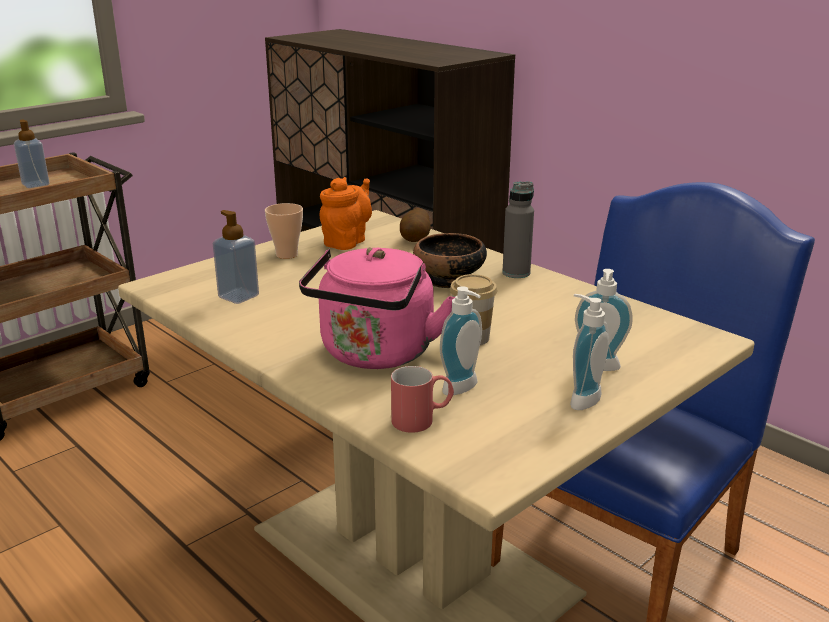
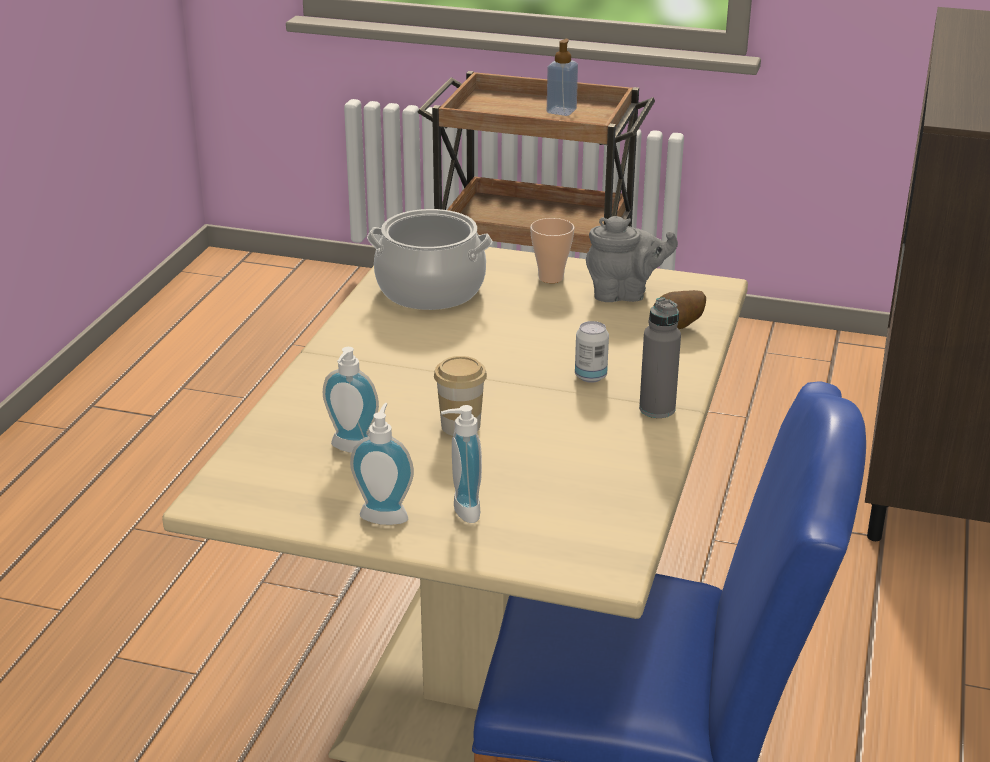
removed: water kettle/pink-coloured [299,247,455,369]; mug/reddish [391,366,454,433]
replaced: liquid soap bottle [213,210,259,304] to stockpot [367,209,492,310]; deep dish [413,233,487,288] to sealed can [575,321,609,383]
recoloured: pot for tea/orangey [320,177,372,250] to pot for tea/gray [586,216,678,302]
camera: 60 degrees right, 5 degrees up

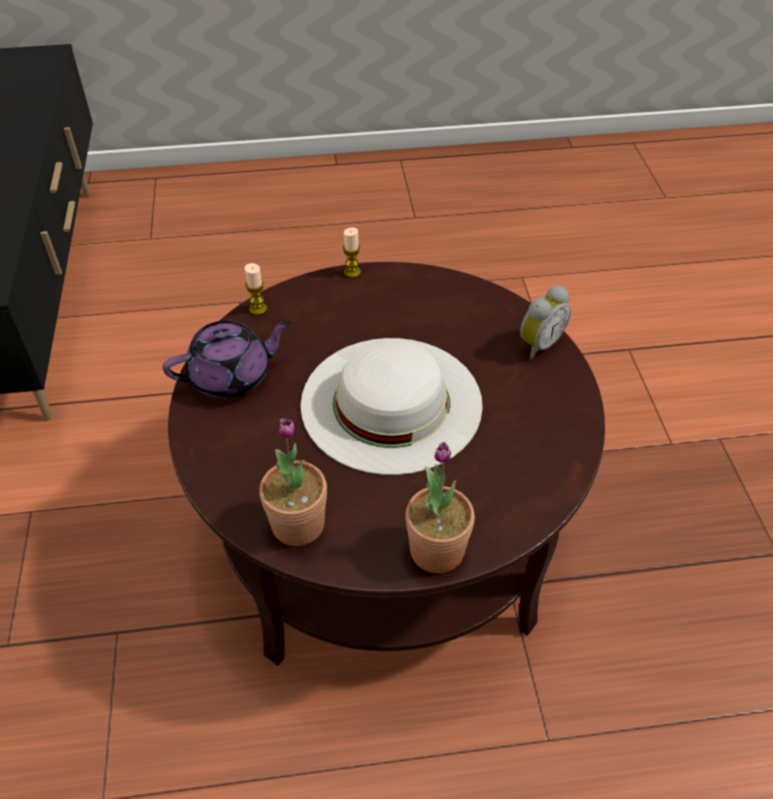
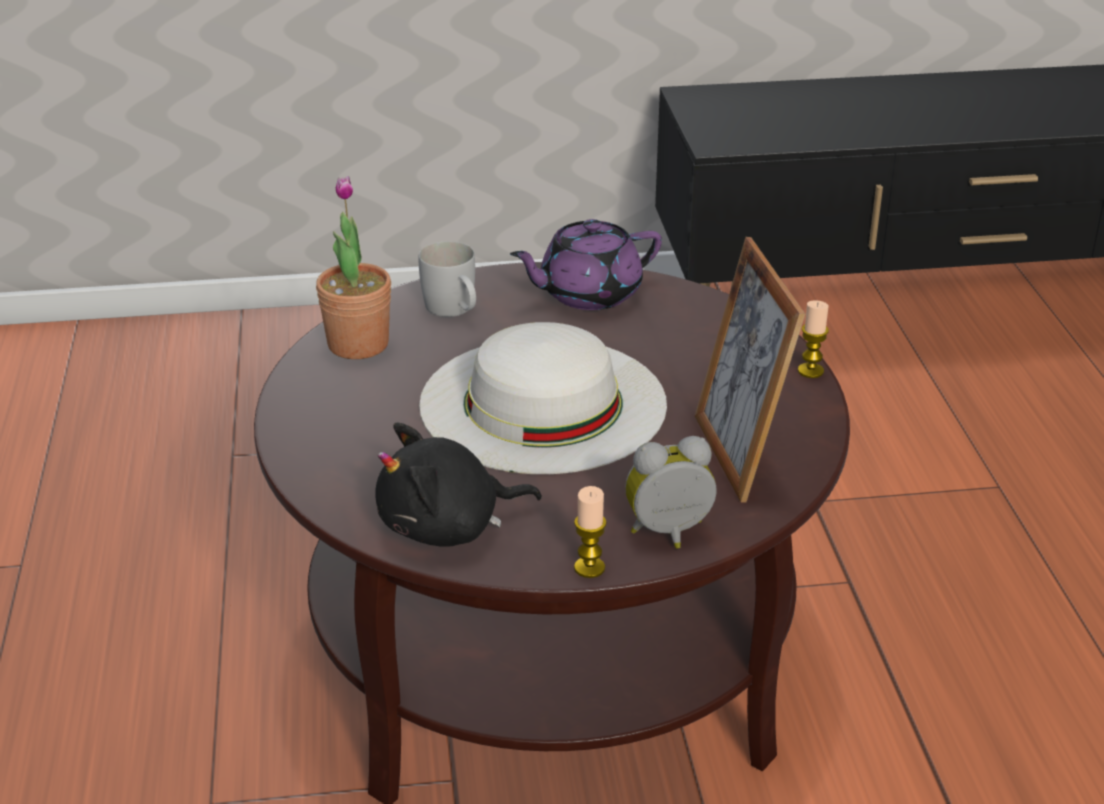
removed: potted plant [405,442,475,573]
added: cuddly toy/black-coloured [375,423,542,547]; mug/white-coloured [419,241,476,317]; picture frame [695,237,805,503]
moved: wax candle [245,263,267,315] to [574,486,607,578]
turned: pot for tea/purplish [162,320,291,398] = [510,219,662,310] 90 degrees clockwise; table clock [520,286,571,359] = [625,436,717,549] 120 degrees clockwise
camera: 90 degrees right, 15 degrees down

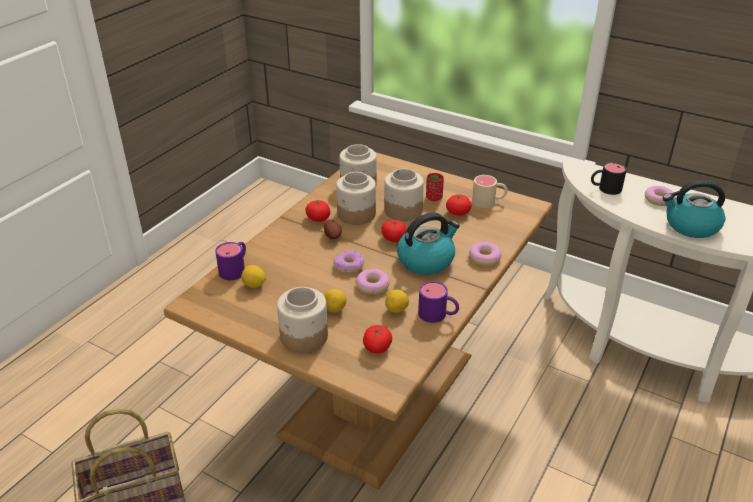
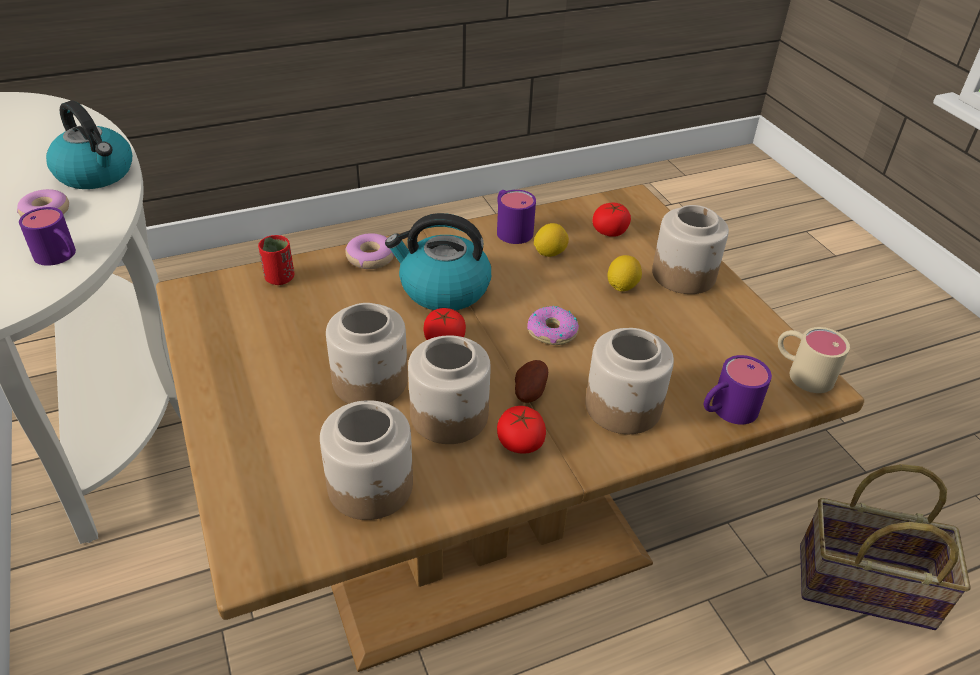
removed: citrus fruit [241,265,266,288]; donut [355,269,390,295]; whole tomato [446,194,471,216]
added: preserve jar [585,328,674,434]
moved: cup/reddish [426,173,444,201] to [258,235,294,285]; mug/sand-coloured [472,175,508,208] to [778,327,850,393]
recoloured: mug/black-coloured [591,162,627,195] to mug/purplish [19,207,76,266]
camera: 145 degrees left, 5 degrees up

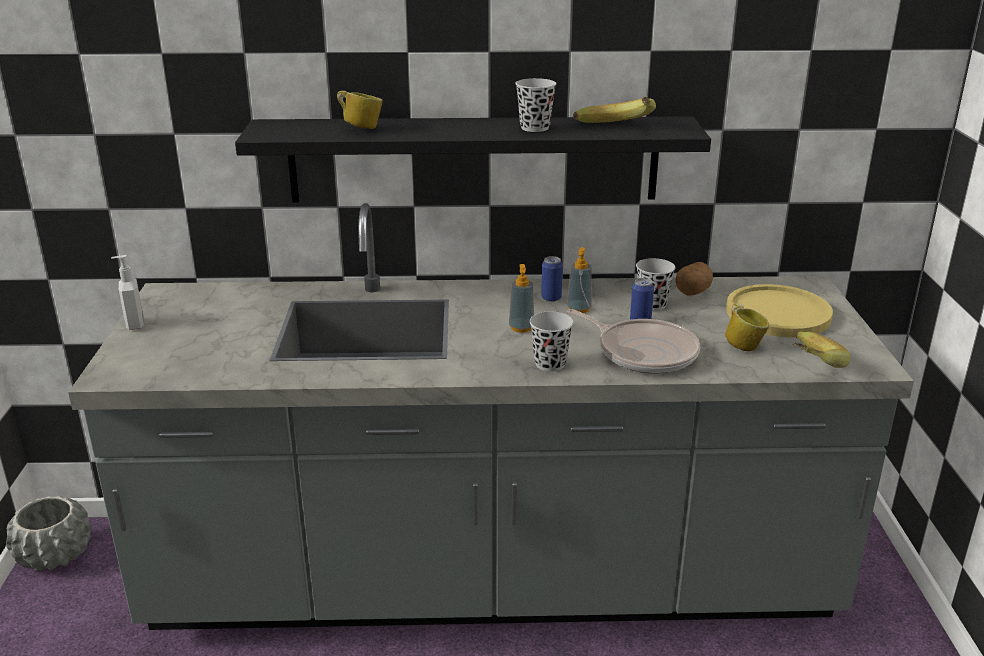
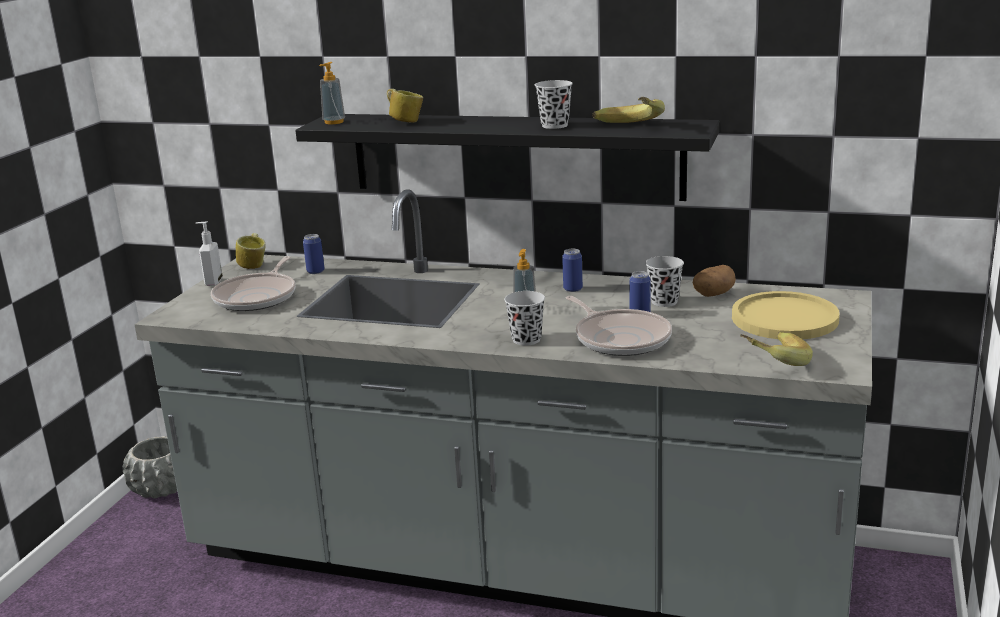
added: frying pan [211,256,296,311]; sealed can [303,234,325,274]
moved: liquid soap bottle [567,247,592,313] to [319,62,345,124]; mug [725,303,769,351] to [236,233,266,269]
camera: 20 degrees right, 5 degrees down

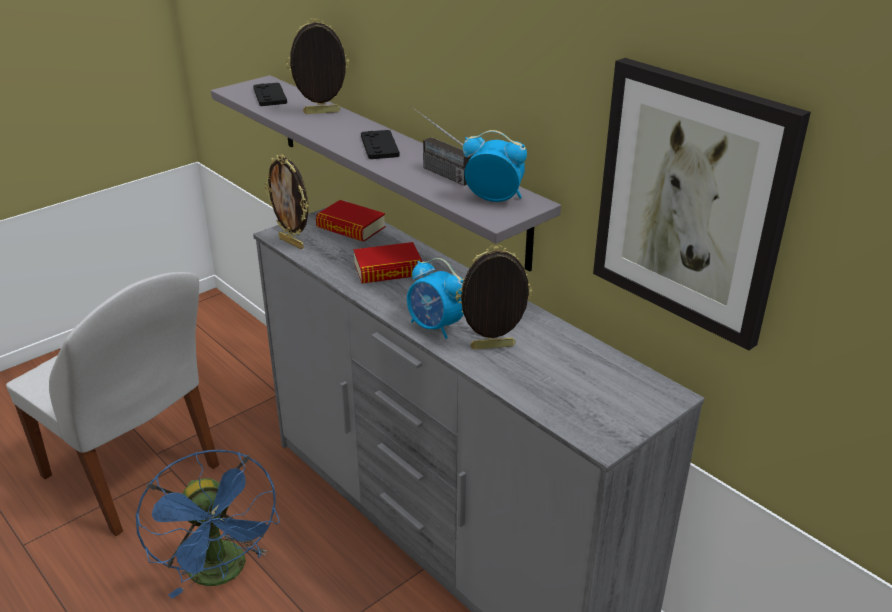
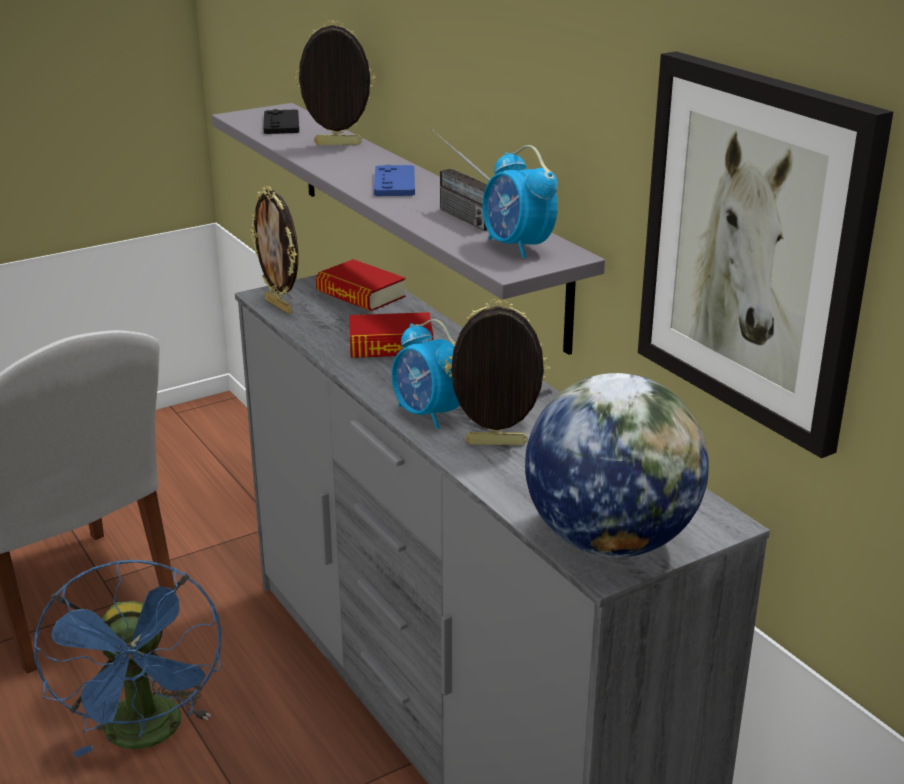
added: globe [525,373,709,557]
recoloured: game controller/black-coloured [361,130,400,159] to game controller/bluish [374,165,415,196]
turned: table clock [463,130,527,202] = [482,145,558,259] 150 degrees counterclockwise
camera: 10 degrees right, 5 degrees down

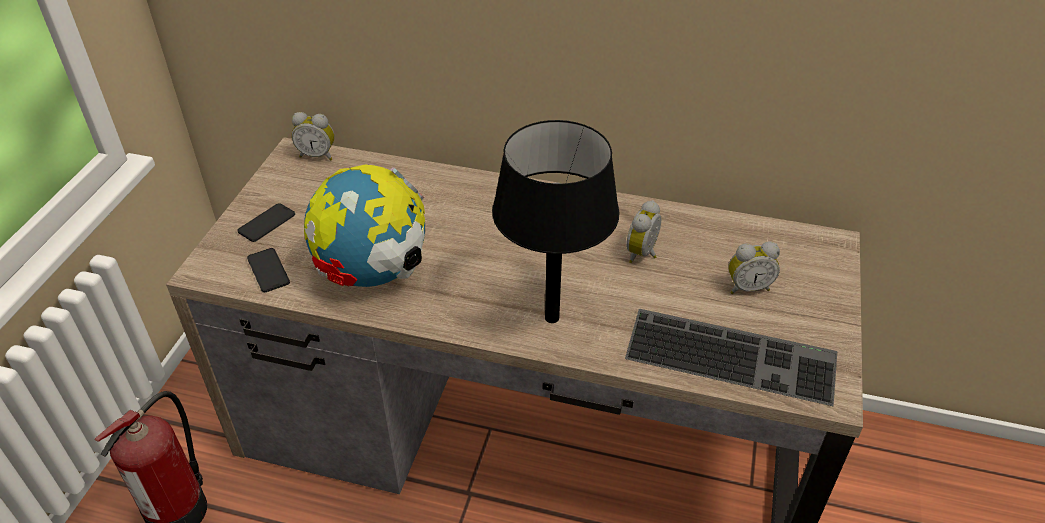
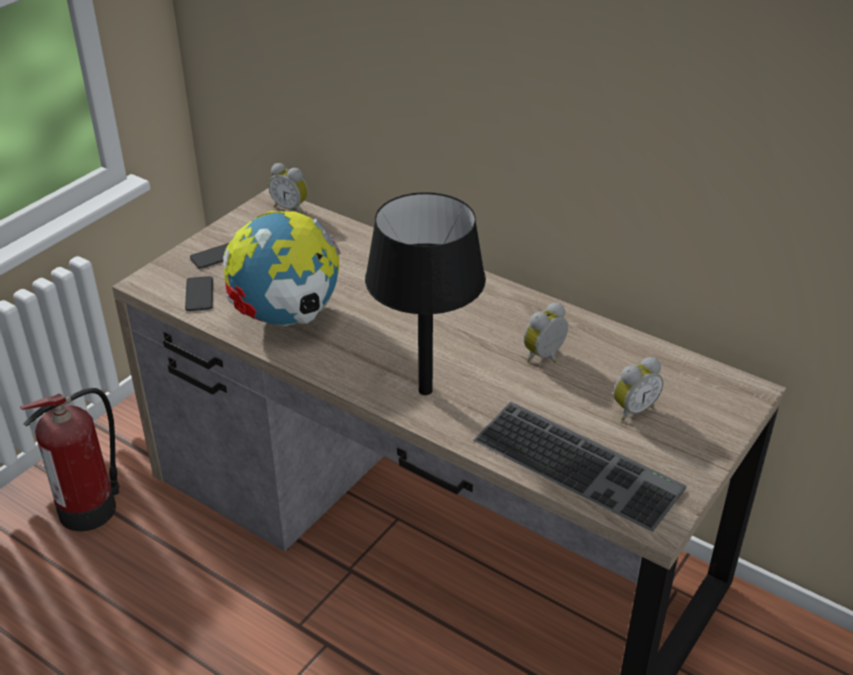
turned: table clock [728,242,780,294] = [613,357,663,421] 45 degrees counterclockwise
camera: 20 degrees right, 5 degrees down

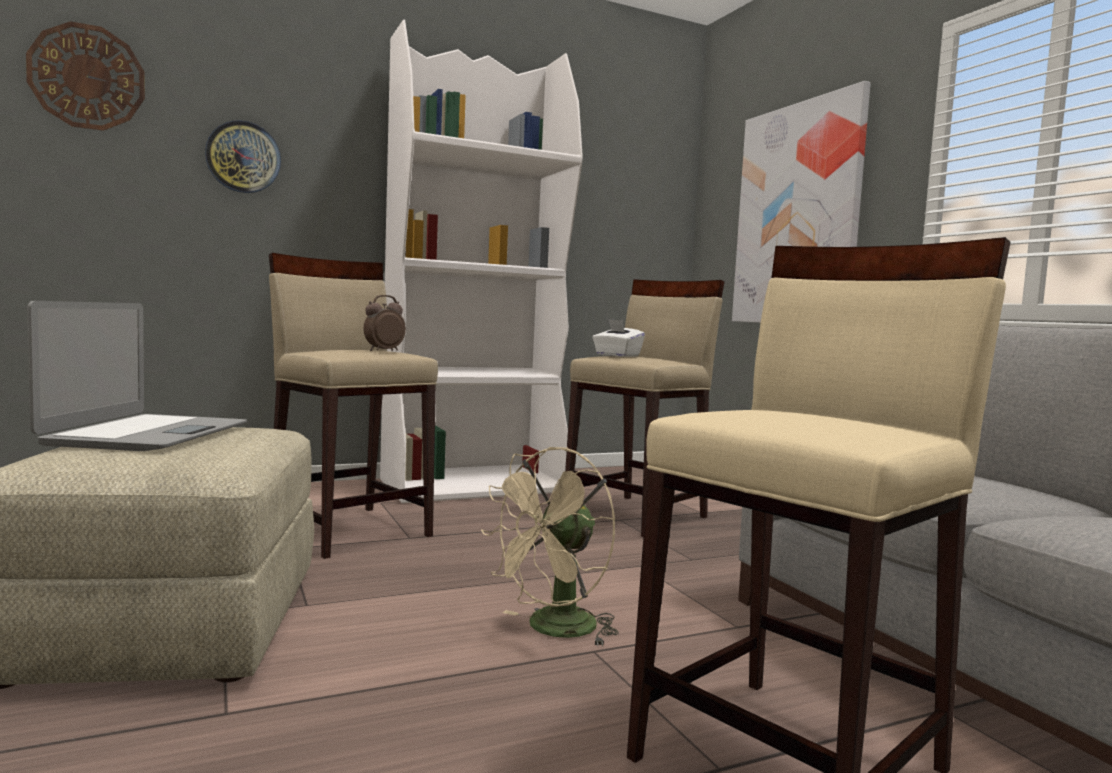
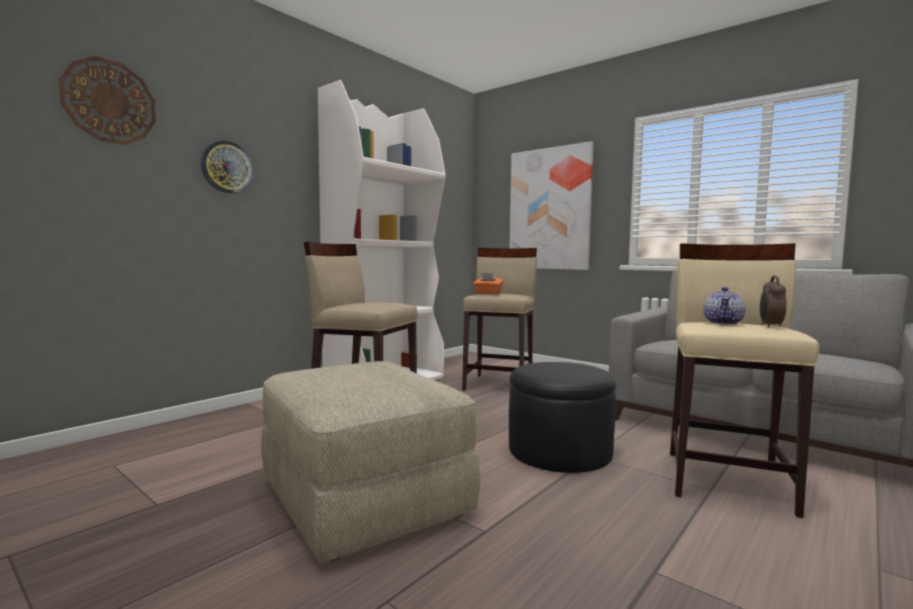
removed: portable computer [27,301,247,451]
added: pot for tea [703,287,746,325]
moved: table clock [363,295,406,351] to [760,276,787,328]
replaced: electric fan/sand-coloured [481,447,619,647] to ottoman/black-coloured [509,362,616,473]
recoloured: tissue box/white-coloured [592,319,645,357] to tissue box/orangey [473,273,503,295]
camera: 25 degrees left, 0 degrees up

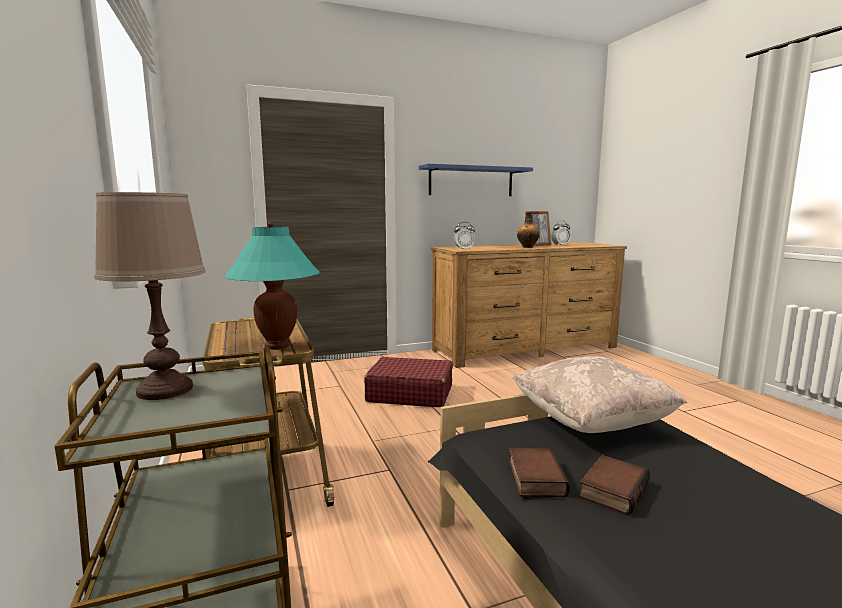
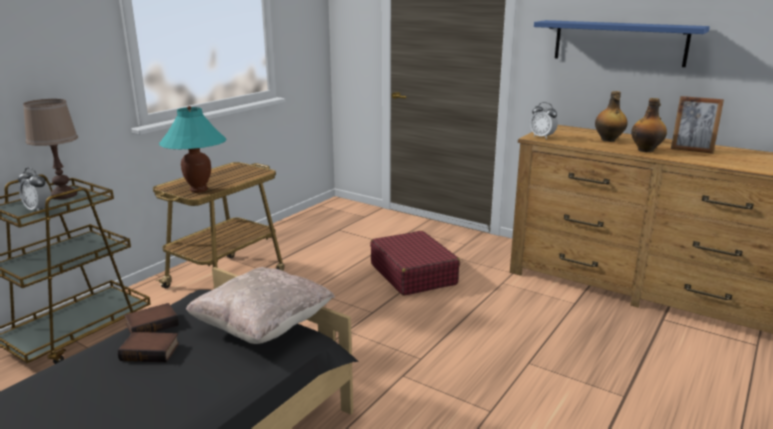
added: drink bottle [595,91,628,142]
moved: table clock [551,221,571,246] to [18,168,51,211]
camera: 55 degrees right, 10 degrees up

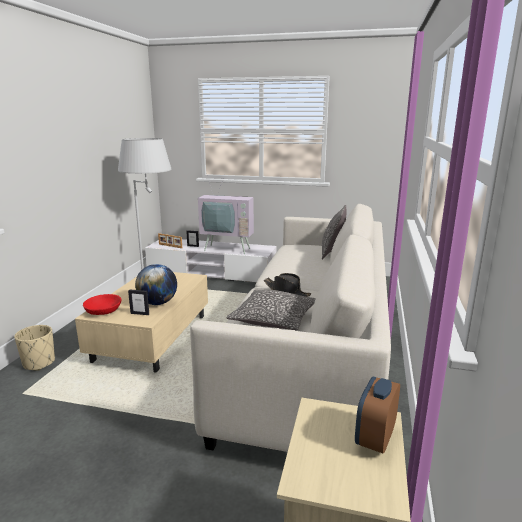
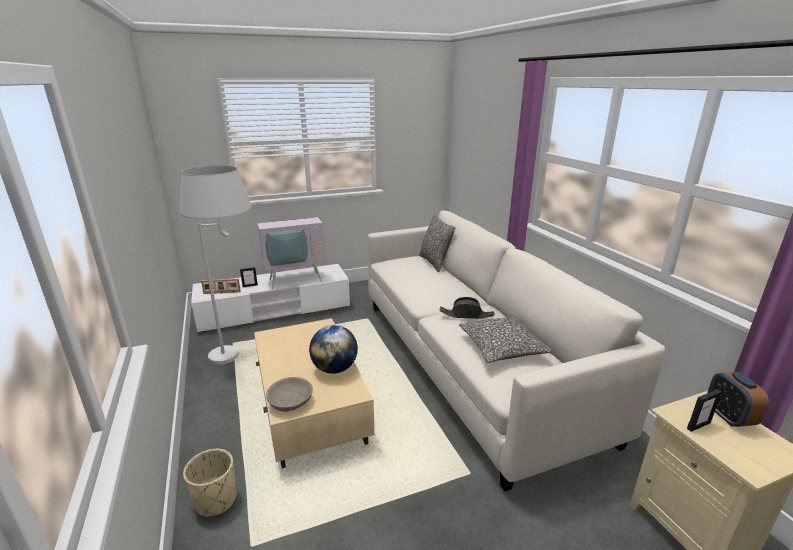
moved: picture frame [128,289,149,315] to [687,389,722,432]
recoloured: deep dish/reddish [83,294,122,315] to deep dish/gray [266,377,313,412]
camera: 35 degrees left, 5 degrees up

